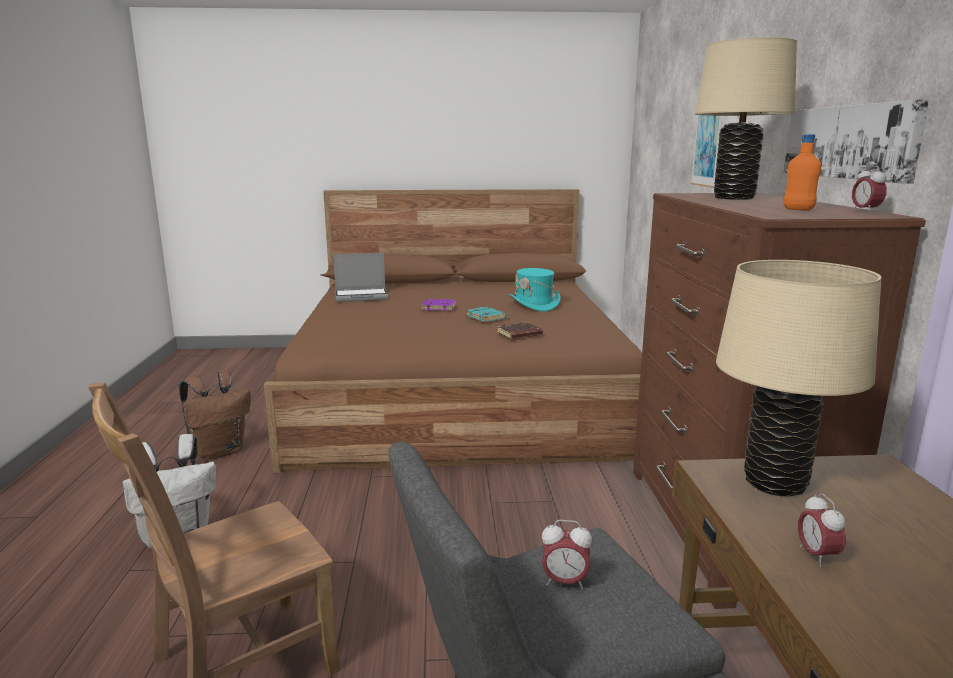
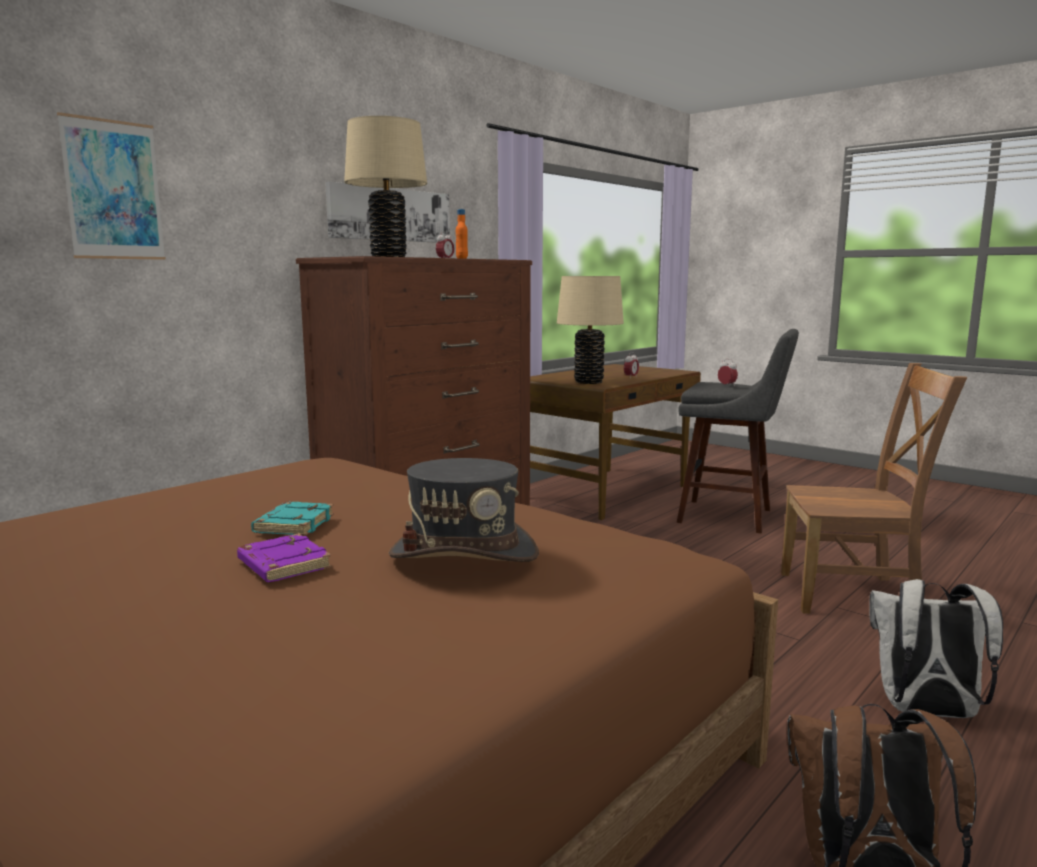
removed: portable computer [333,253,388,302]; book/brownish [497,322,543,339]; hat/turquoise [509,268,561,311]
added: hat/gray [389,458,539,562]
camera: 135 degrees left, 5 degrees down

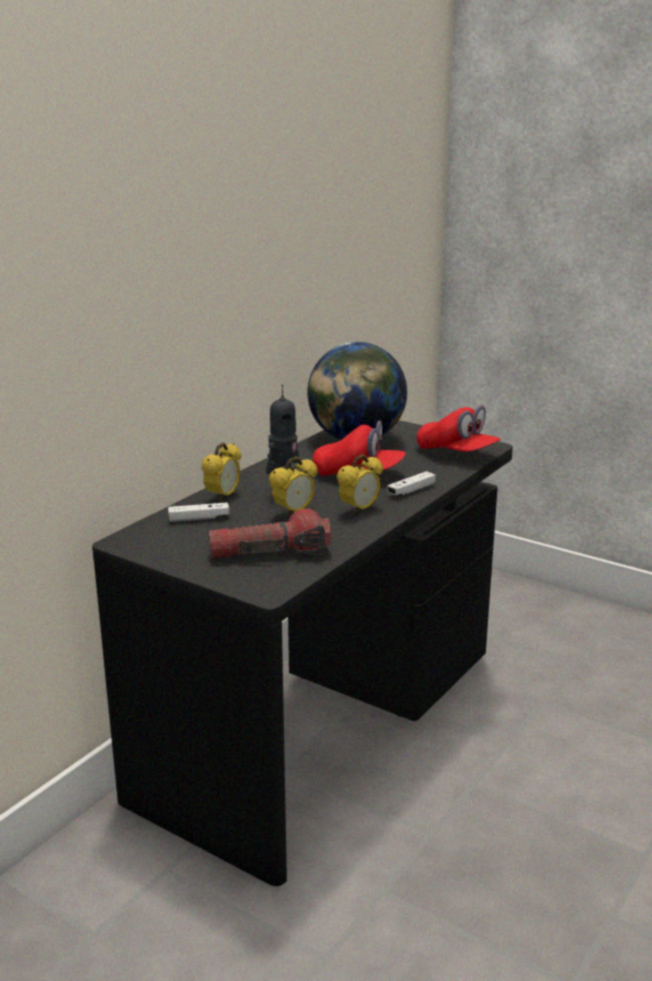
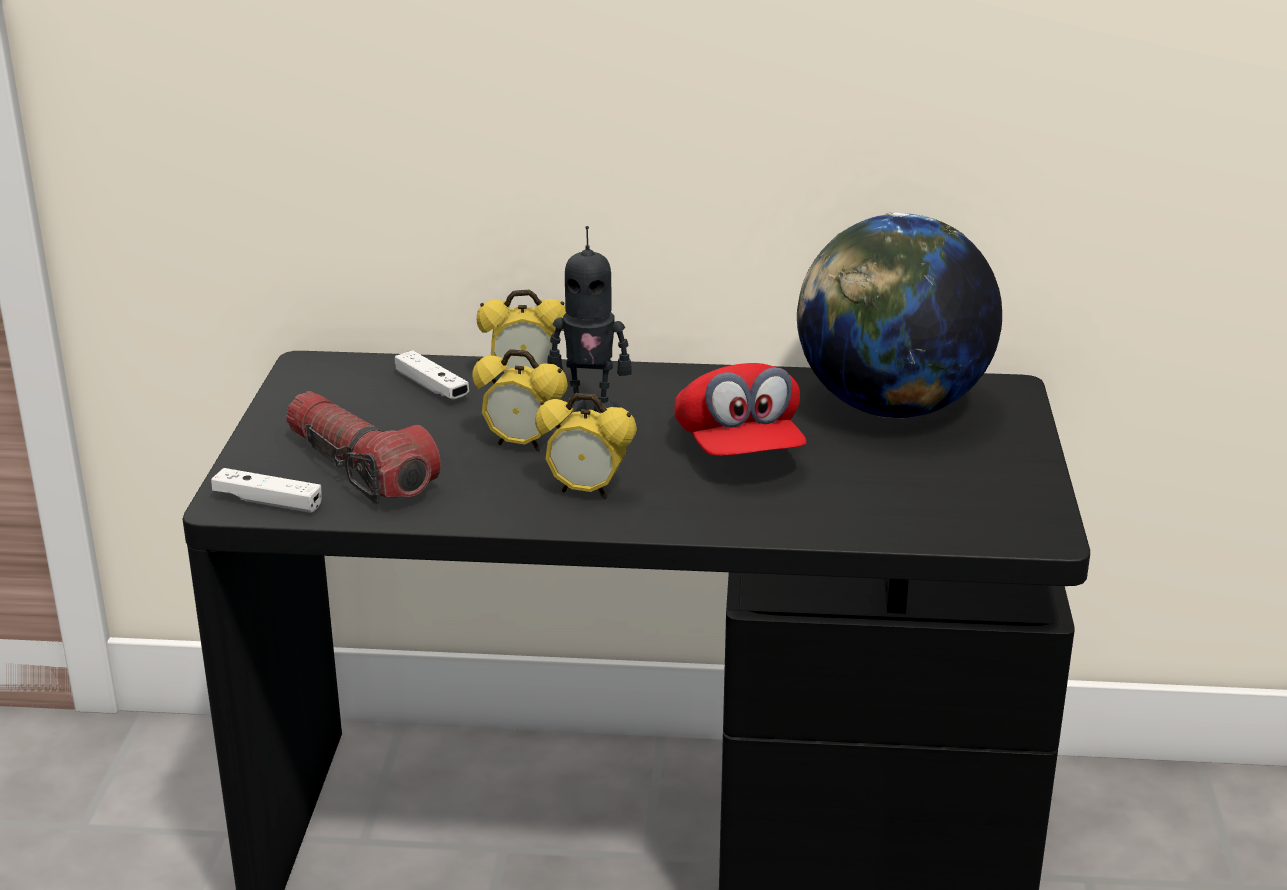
removed: baseball cap/reddish [417,405,501,452]
moved: game controller/white-coloured [387,471,436,495] to [211,468,322,513]
camera: 60 degrees right, 5 degrees up

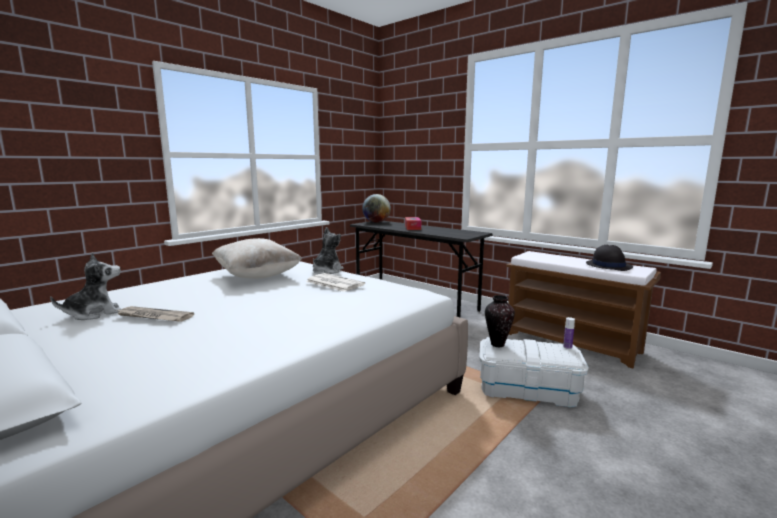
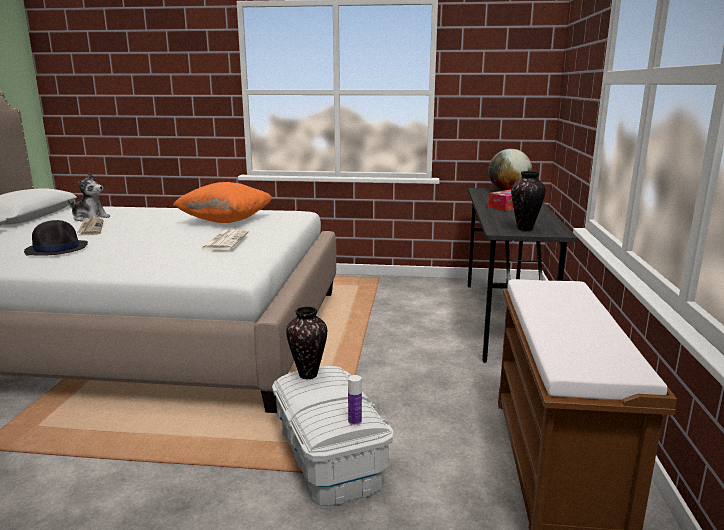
removed: cuddly toy [313,227,344,274]
added: flower vase [511,171,546,231]
moved: hat/black-coloured [586,245,633,271] to [24,220,88,256]
recoloured: throw pillow/sand-coloured [212,238,302,279] to throw pillow/orangey [173,182,272,223]
camera: 55 degrees right, 5 degrees up

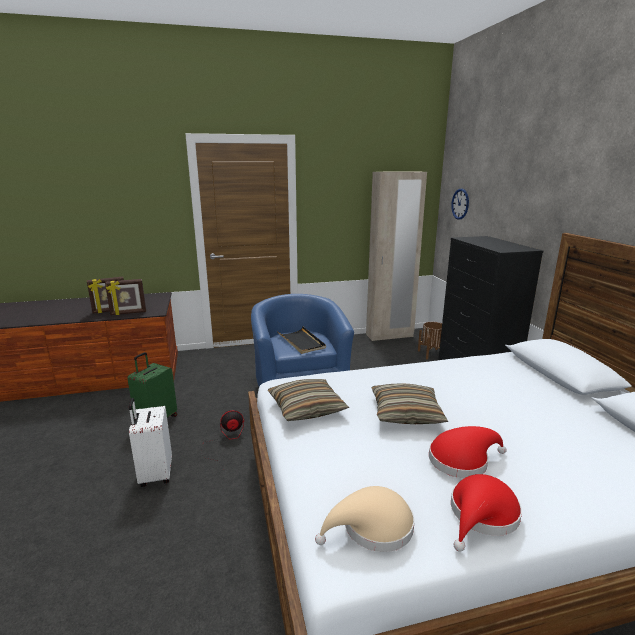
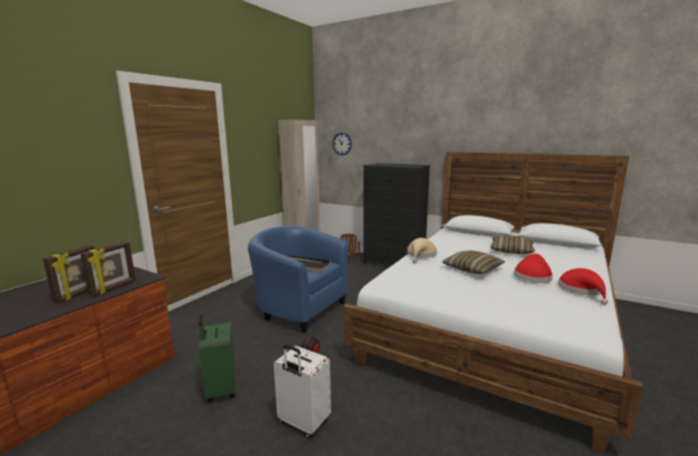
moved: throw pillow [268,379,349,421] to [490,235,535,254]; hat/sand-coloured [315,486,415,552] to [407,238,437,263]
camera: 45 degrees left, 5 degrees down

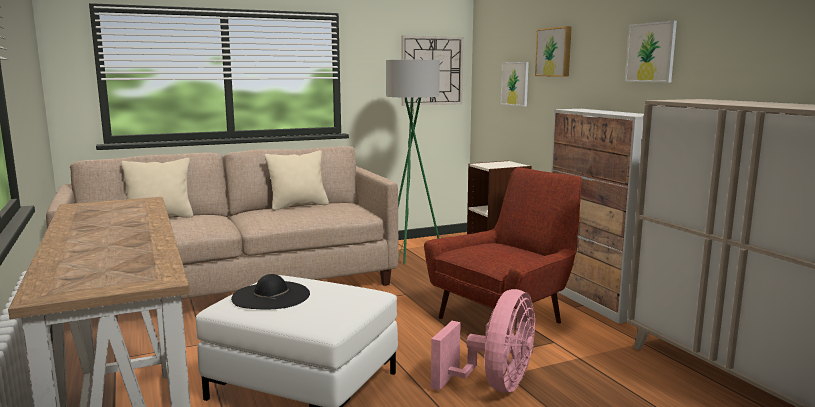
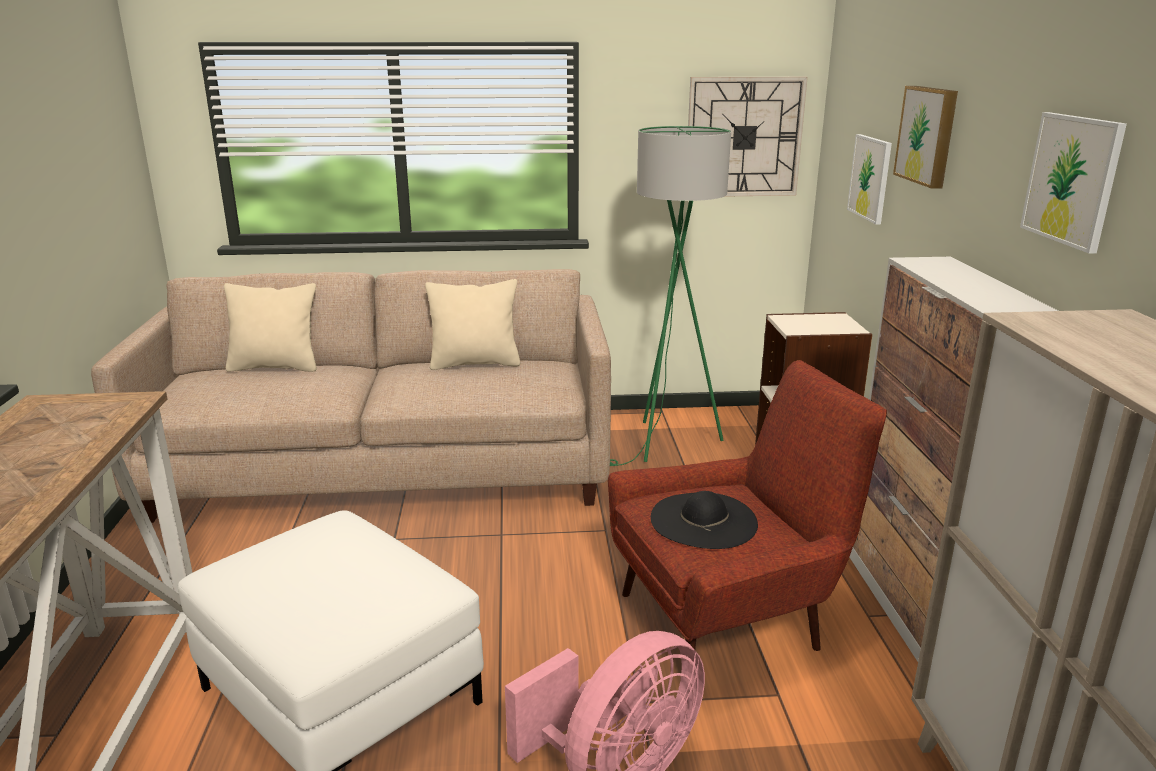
moved: hat/black-coloured [231,274,310,309] to [651,491,758,549]
camera: 20 degrees right, 10 degrees up

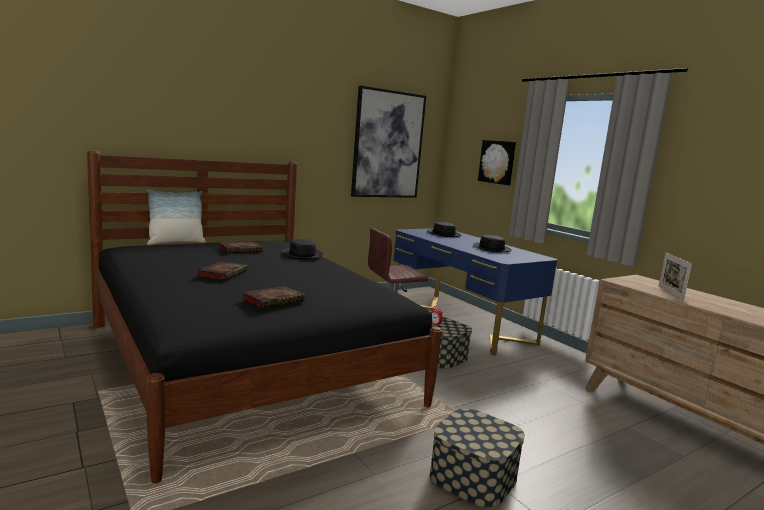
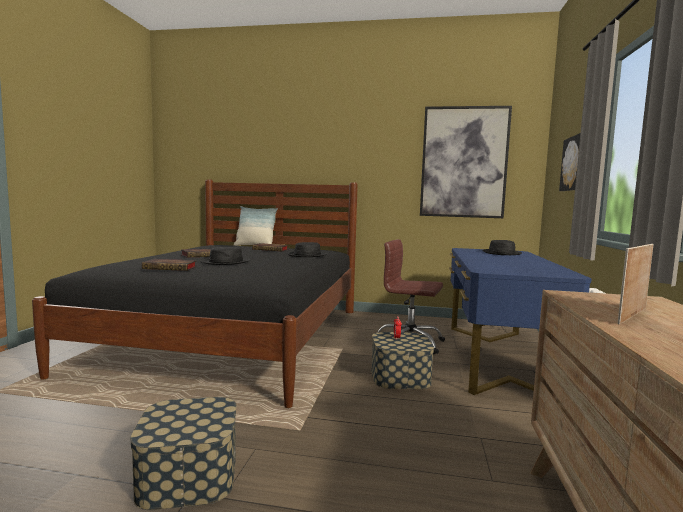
moved: hat/black-coloured [473,235,511,252] to [200,247,251,265]
camera: 45 degrees right, 5 degrees down

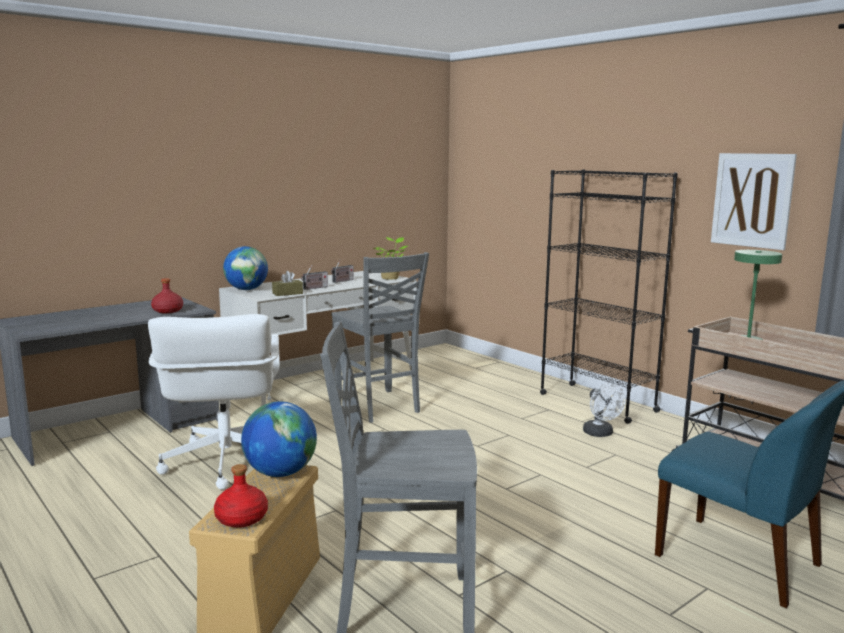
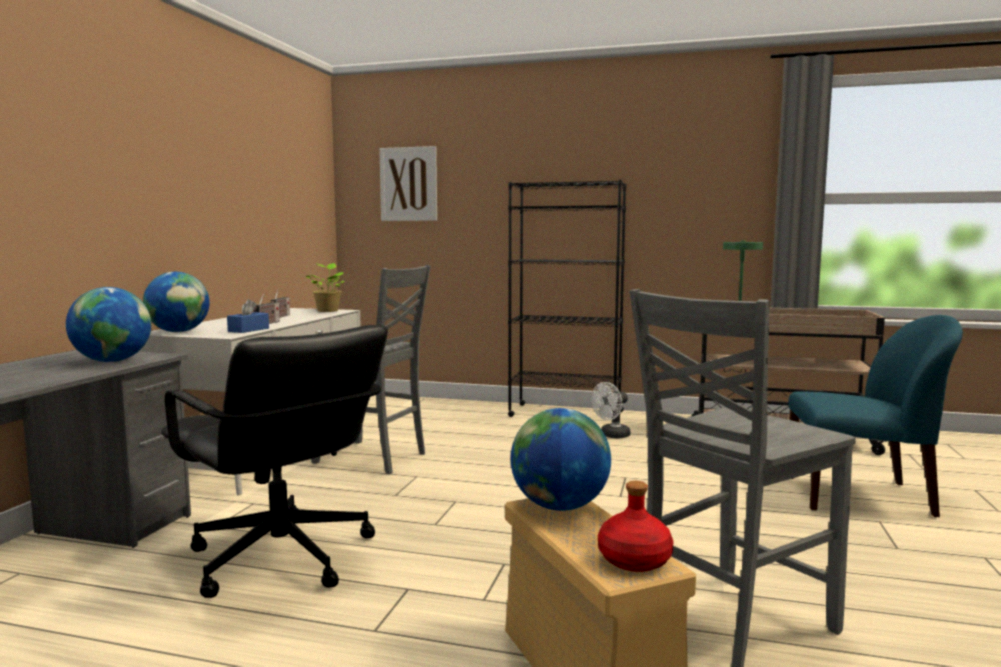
moved: picture [711,153,797,250] to [379,146,437,221]
replaced: drink bottle/reddish [151,278,183,313] to globe [66,287,151,362]
recoloured: office chair/white-coloured [148,314,280,490] to office chair/black-coloured [161,325,388,598]; tissue box/brownish [272,271,303,296] to tissue box/bluish [227,299,269,333]
turned: electric fan/white-coloured [583,383,626,437] = [591,382,631,439] 105 degrees clockwise
camera: 35 degrees left, 5 degrees down

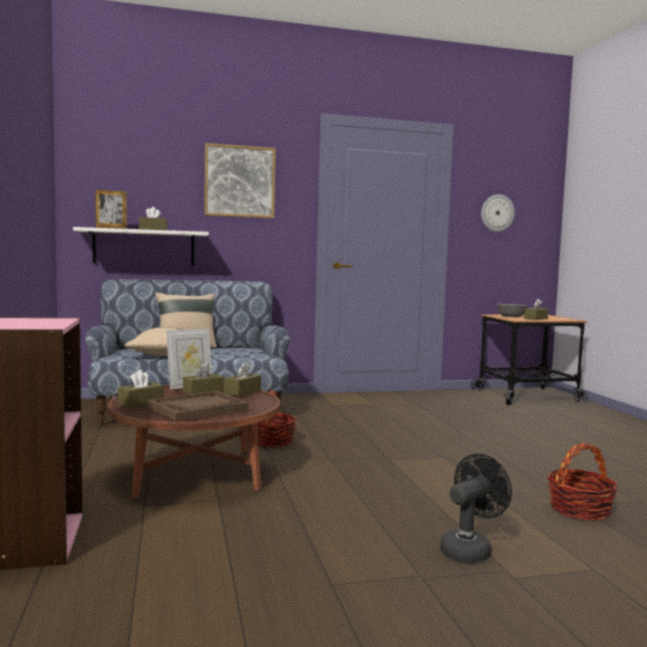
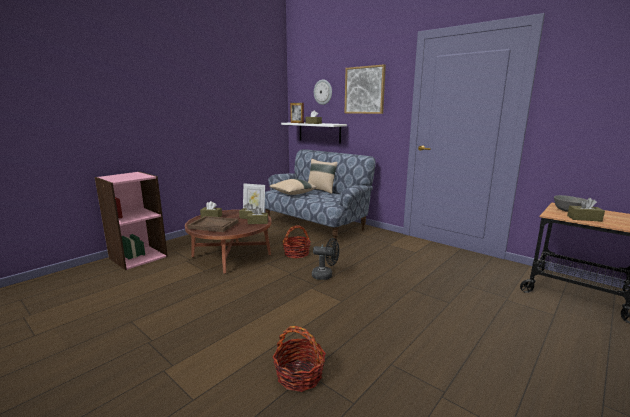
moved: electric fan/black-coloured [440,454,512,563] to [312,238,339,280]; clock on the wall [481,195,515,232] to [314,79,332,105]
camera: 55 degrees right, 10 degrees up

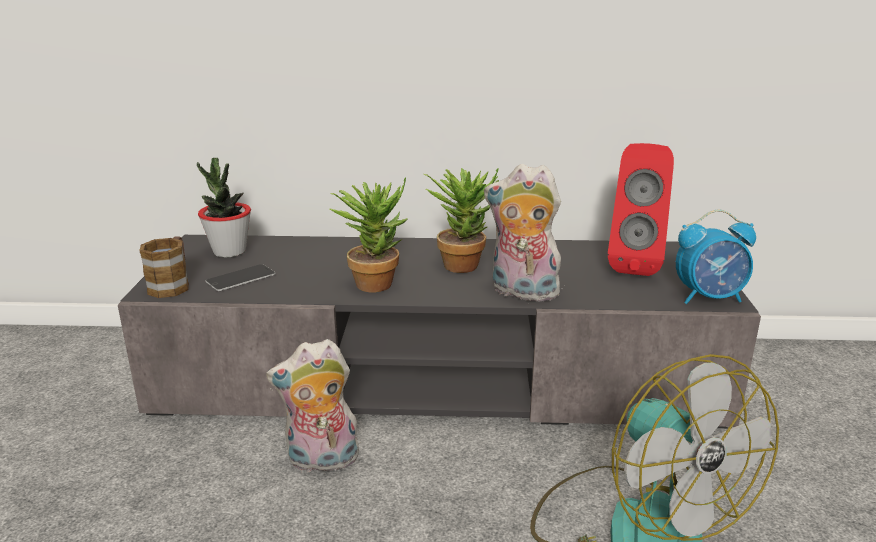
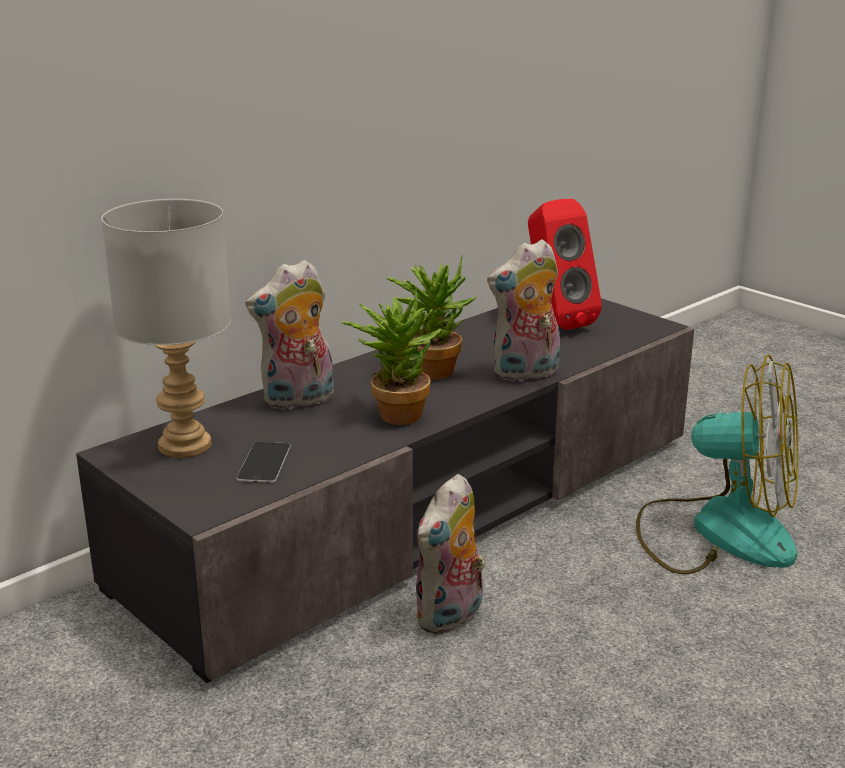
removed: mug [139,236,189,298]; table clock [676,210,756,304]
added: cuddly toy [245,259,334,411]
replaced: potted plant [197,158,251,258] to tabletop lamp/gray [101,199,231,458]
camera: 45 degrees left, 0 degrees up

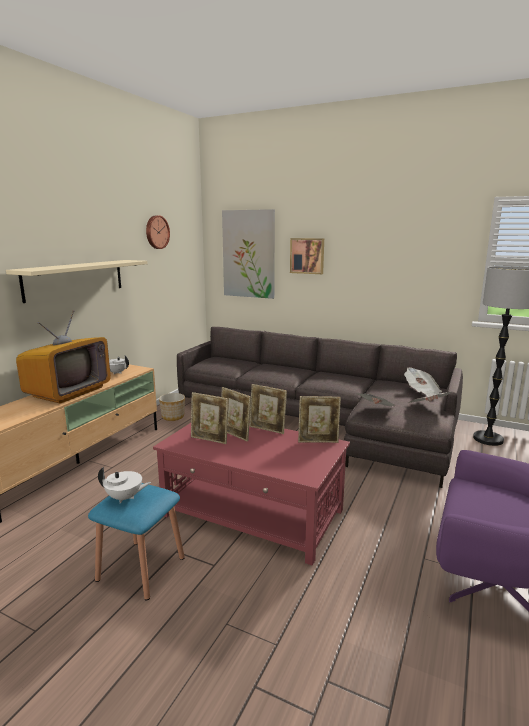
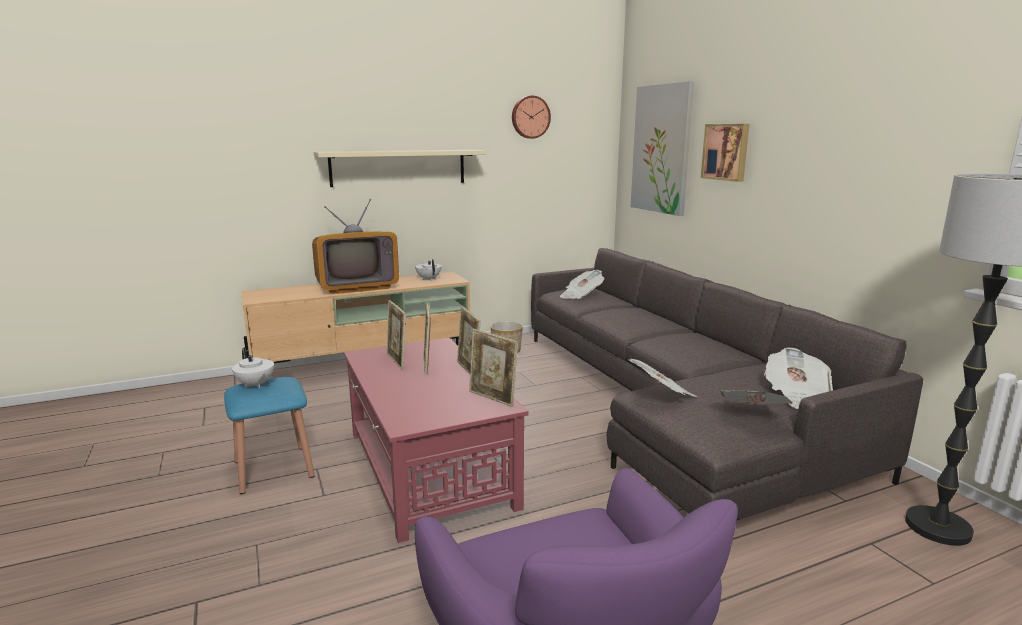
added: daily paper [560,270,604,299]
camera: 40 degrees right, 0 degrees up

